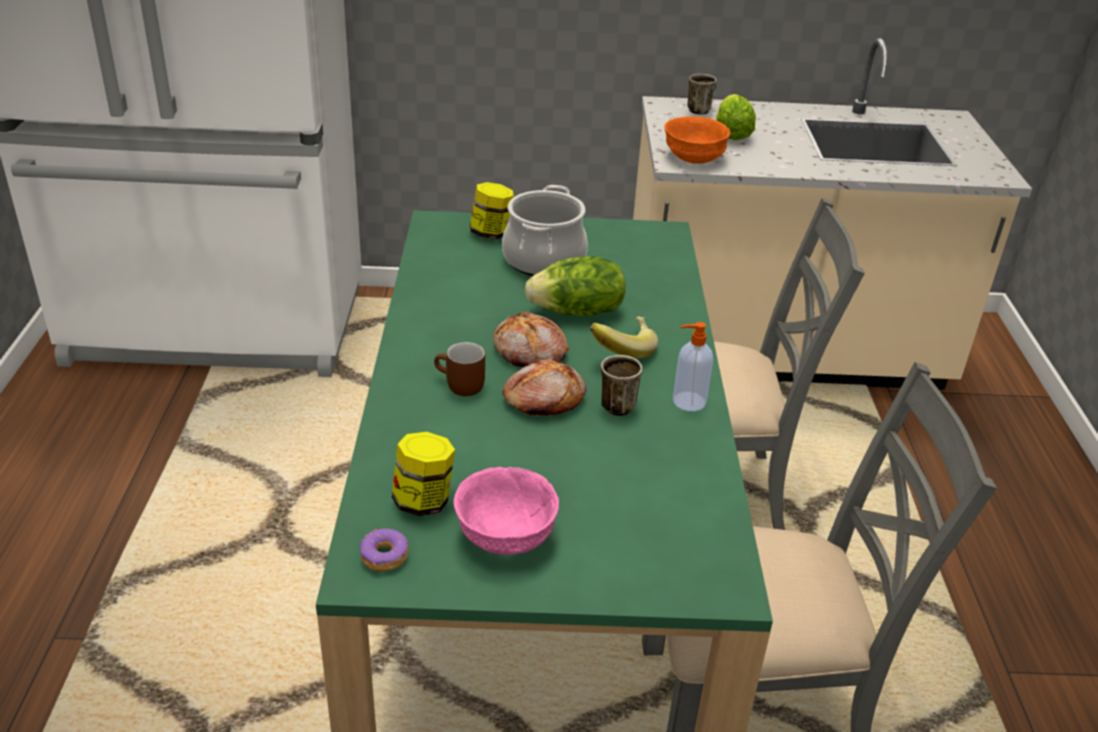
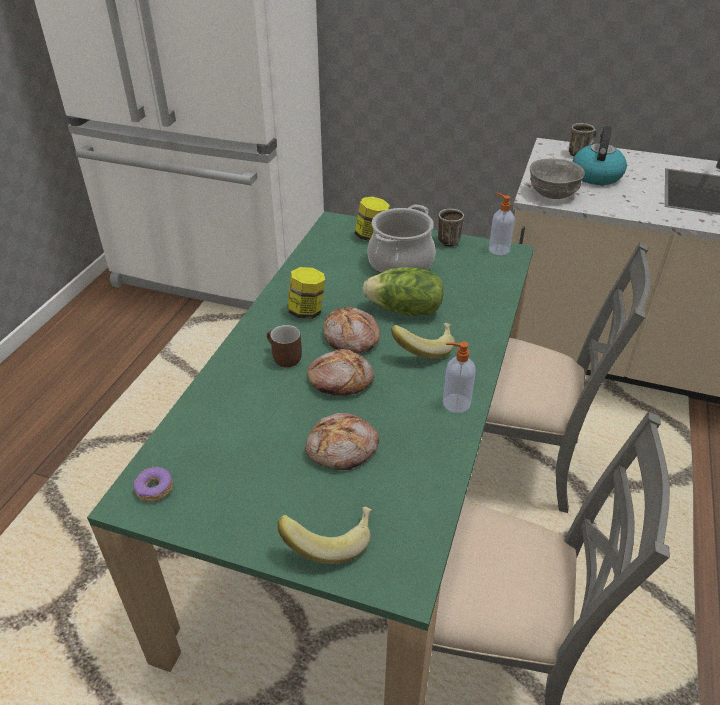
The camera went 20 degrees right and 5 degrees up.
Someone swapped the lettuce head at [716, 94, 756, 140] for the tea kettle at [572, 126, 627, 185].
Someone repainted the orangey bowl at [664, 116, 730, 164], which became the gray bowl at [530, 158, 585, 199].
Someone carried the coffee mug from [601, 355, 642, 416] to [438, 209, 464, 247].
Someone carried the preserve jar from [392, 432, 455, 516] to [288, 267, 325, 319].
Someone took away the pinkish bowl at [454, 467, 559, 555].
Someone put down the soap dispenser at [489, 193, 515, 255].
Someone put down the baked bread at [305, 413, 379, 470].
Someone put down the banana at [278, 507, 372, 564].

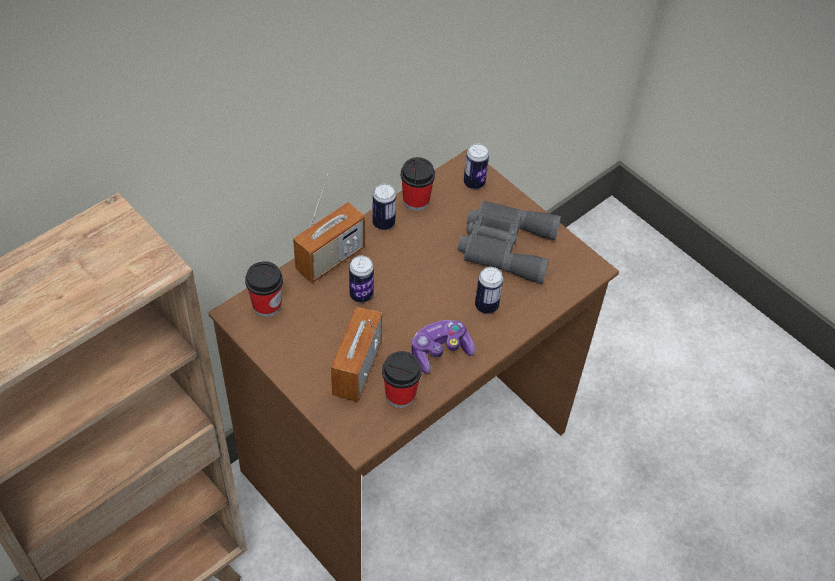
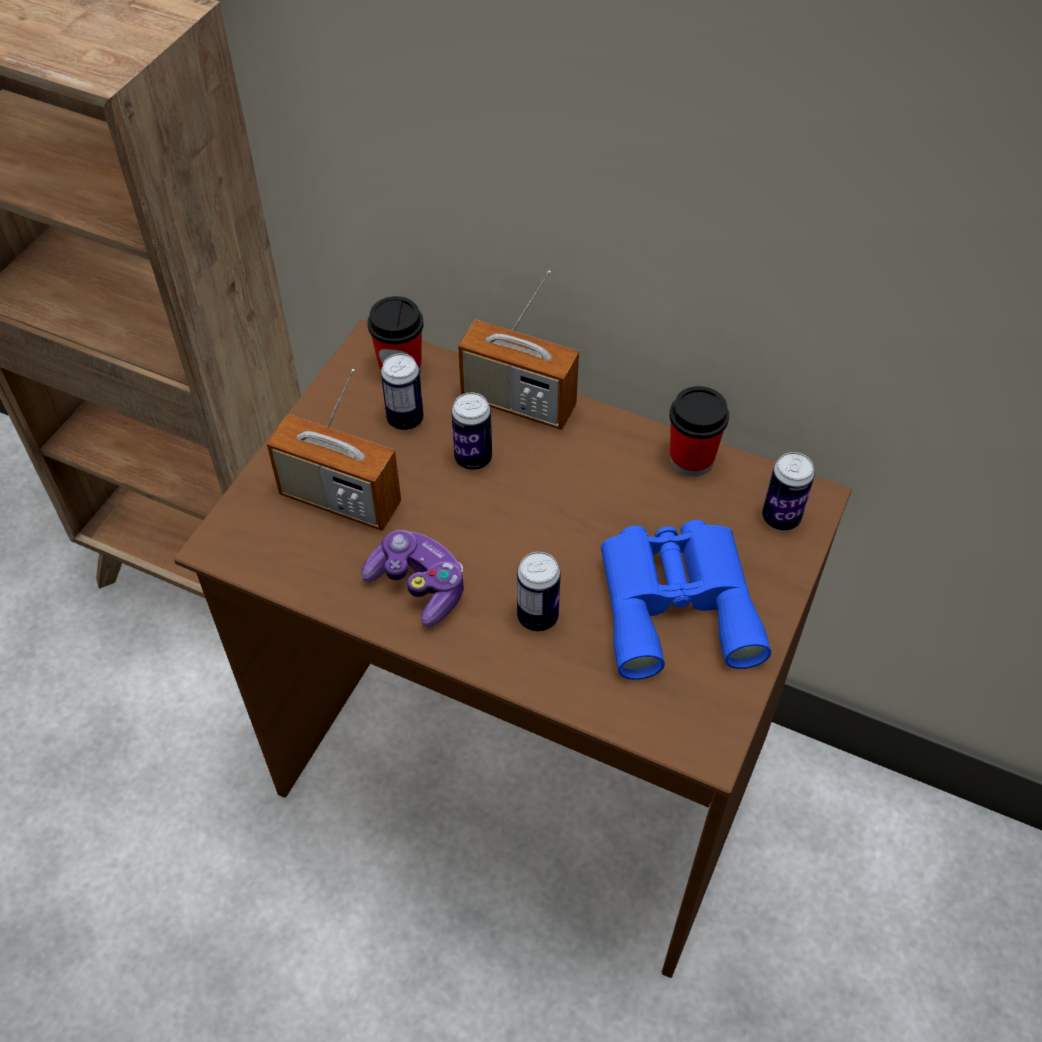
The camera went 70 degrees right and 0 degrees up.
Someone carried the can from [372, 184, 396, 230] to [381, 353, 424, 430].
Someone repainted the gray pair of binoculars at [458, 200, 561, 284], which became the blue pair of binoculars at [601, 520, 771, 680].
Someone rotated the radio at [331, 306, 382, 402] by 150 degrees counterclockwise.
Someone took away the cup at [382, 351, 422, 408].

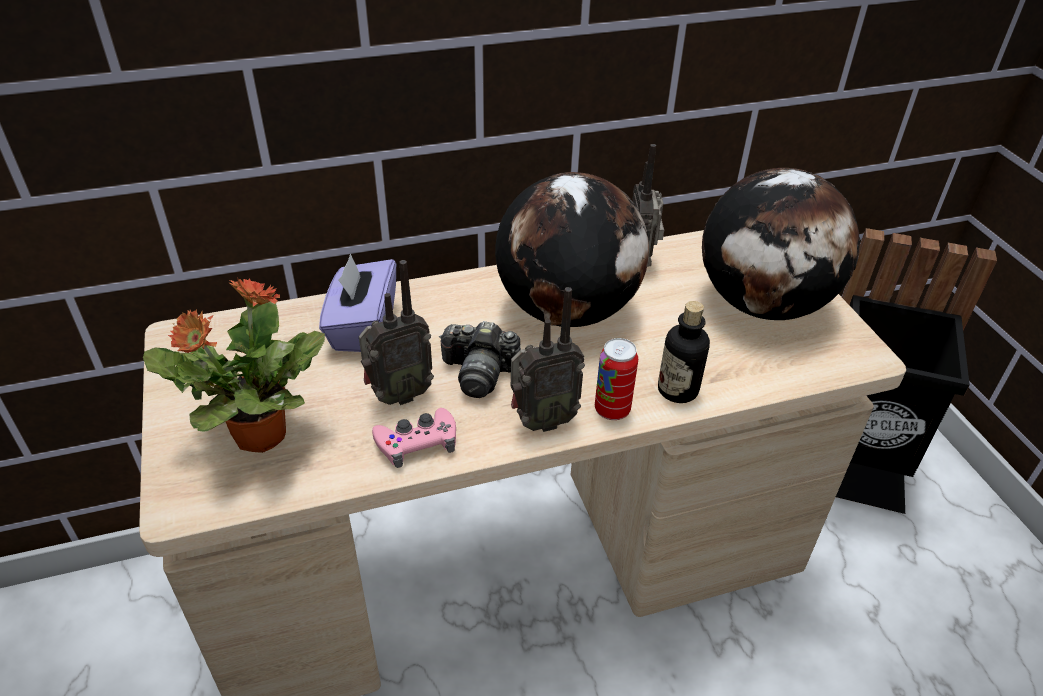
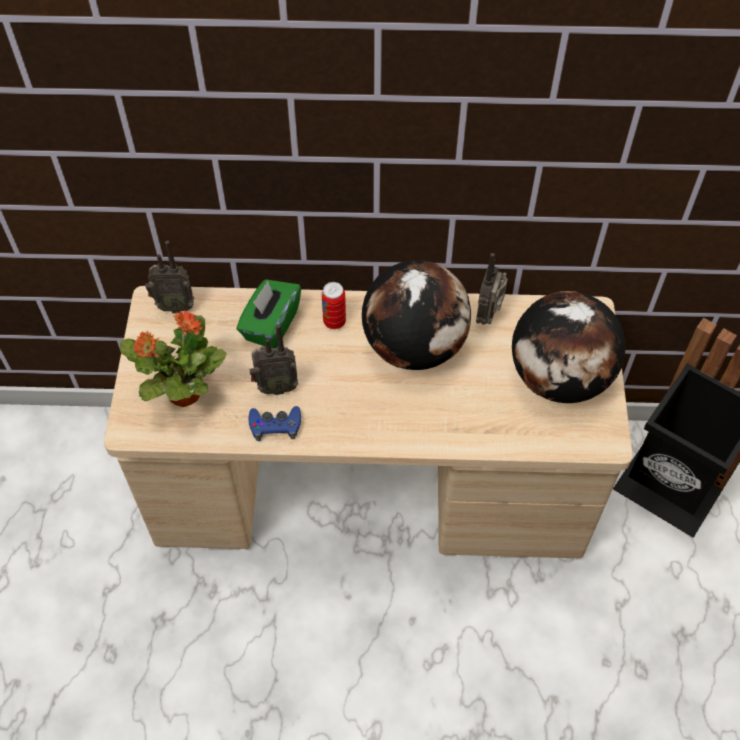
The camera went 20 degrees right and 15 degrees up.
Someone repainted the purple-coloured box of tissues at [319, 254, 396, 352], which became the greenish box of tissues at [236, 279, 301, 349].
Someone carried the radio from [511, 287, 585, 432] to [145, 240, 194, 313].
Someone took away the beverage bottle at [658, 301, 710, 403].
Someone took away the photo camera at [439, 321, 521, 398].
Someone carried the can from [595, 338, 638, 420] to [322, 282, 346, 329].
Someone repainted the pinkish gamepad at [372, 408, 456, 468], which became the blue gamepad at [248, 406, 301, 441].

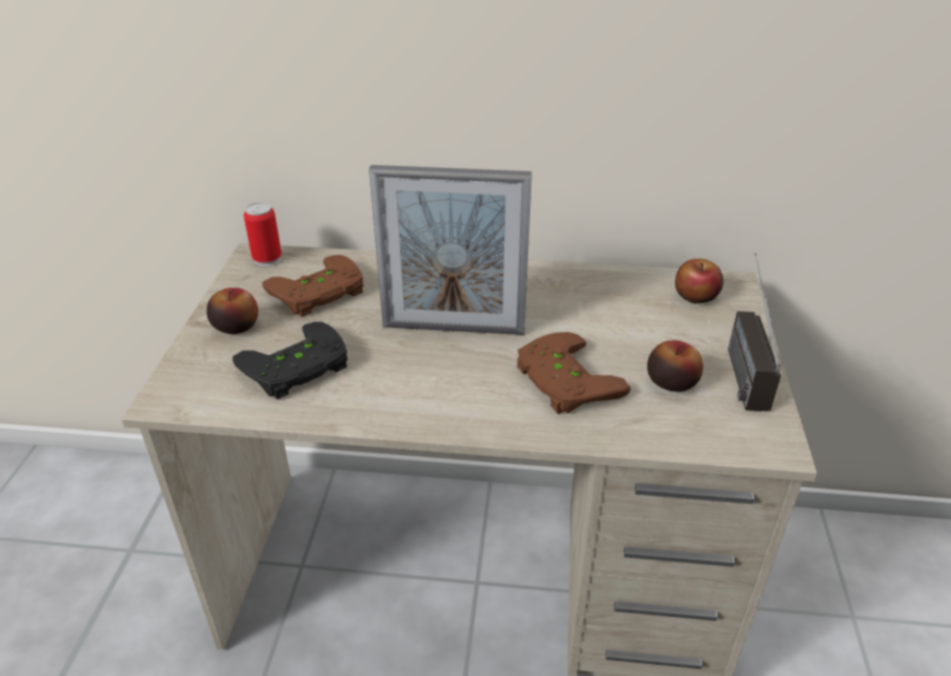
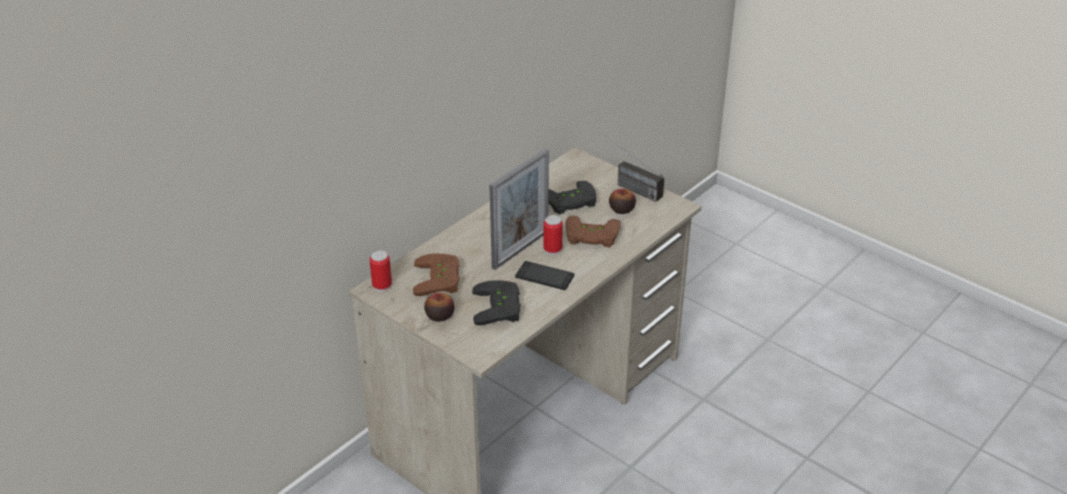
The camera went 55 degrees left and 0 degrees up.
Someone took away the apple at [675, 259, 724, 303].
Someone put down the black gamepad at [548, 181, 597, 215].
Someone put down the can at [543, 215, 563, 255].
Someone put down the telephone at [515, 261, 574, 290].

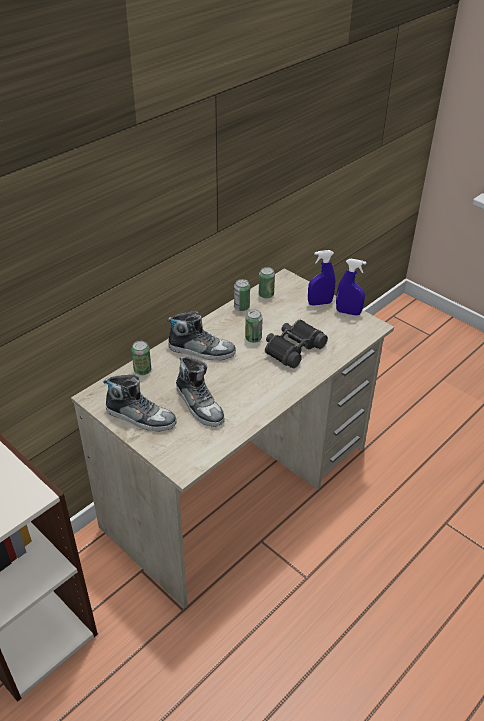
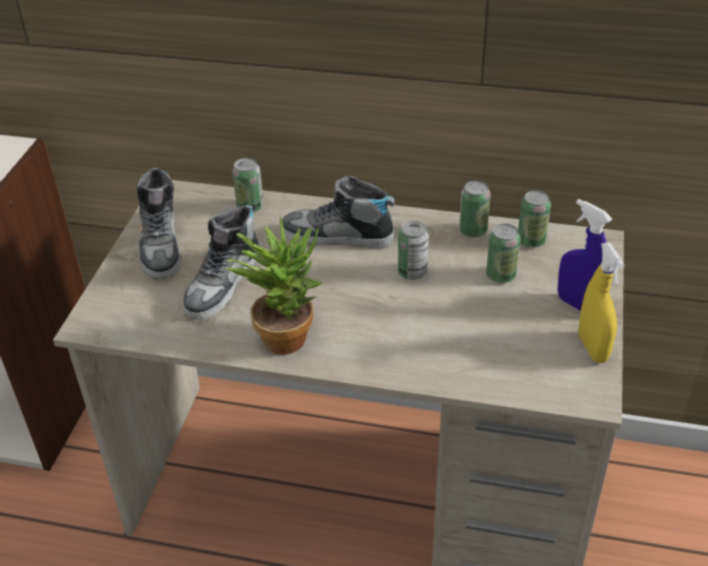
The camera went 60 degrees right and 0 degrees up.
Someone repainted the blue sprayer at [336, 259, 366, 316], which became the yellow-coloured sprayer at [578, 243, 625, 363].
Someone rotated the low shoe at [167, 311, 236, 360] by 120 degrees clockwise.
Someone took away the black pair of binoculars at [265, 320, 328, 368].
Someone put down the houseplant at [226, 217, 323, 355].
Someone put down the can at [486, 224, 521, 283].

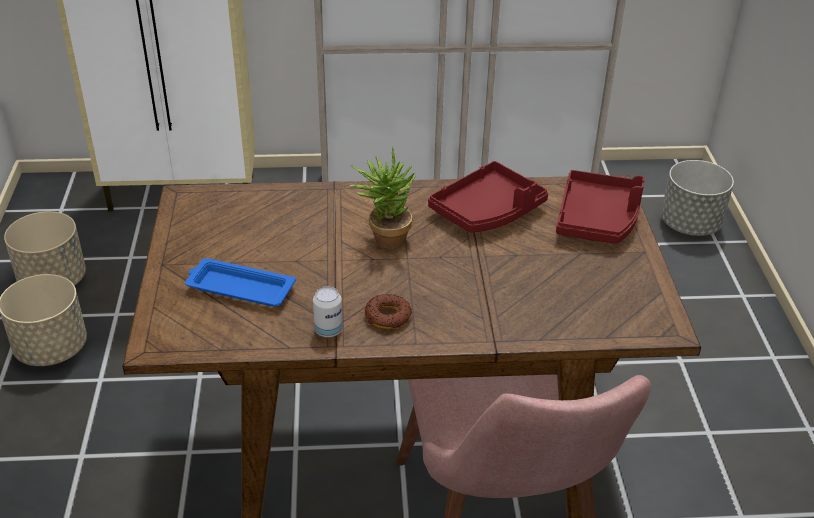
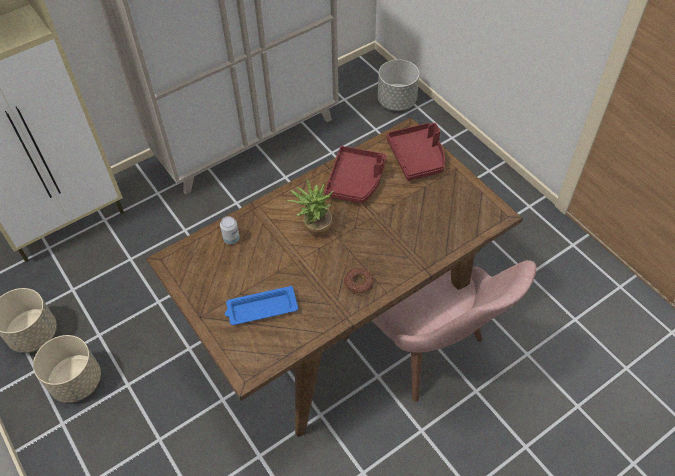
The camera went 30 degrees left and 15 degrees up.
Someone carried the can from [313, 286, 343, 337] to [220, 216, 240, 244].

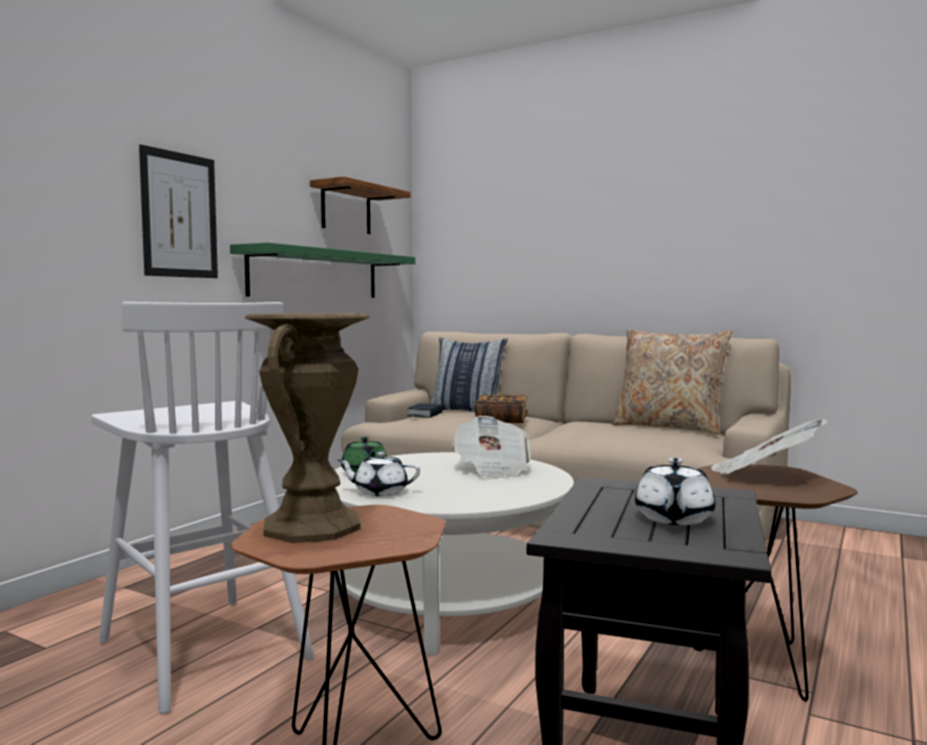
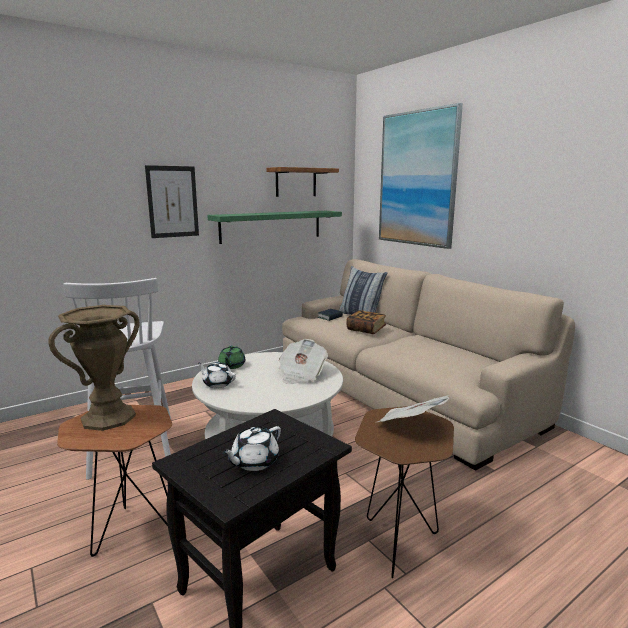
The camera went 25 degrees right and 10 degrees up.
Someone took away the sand-coloured throw pillow at [612, 329, 732, 435].
Someone put up the wall art at [379, 103, 463, 249].

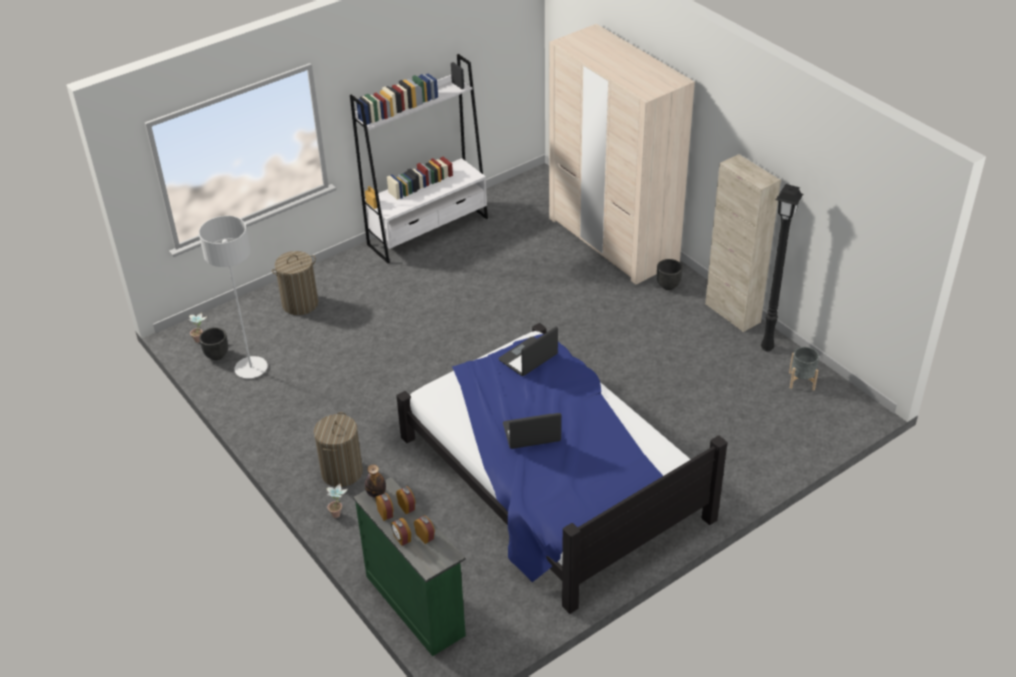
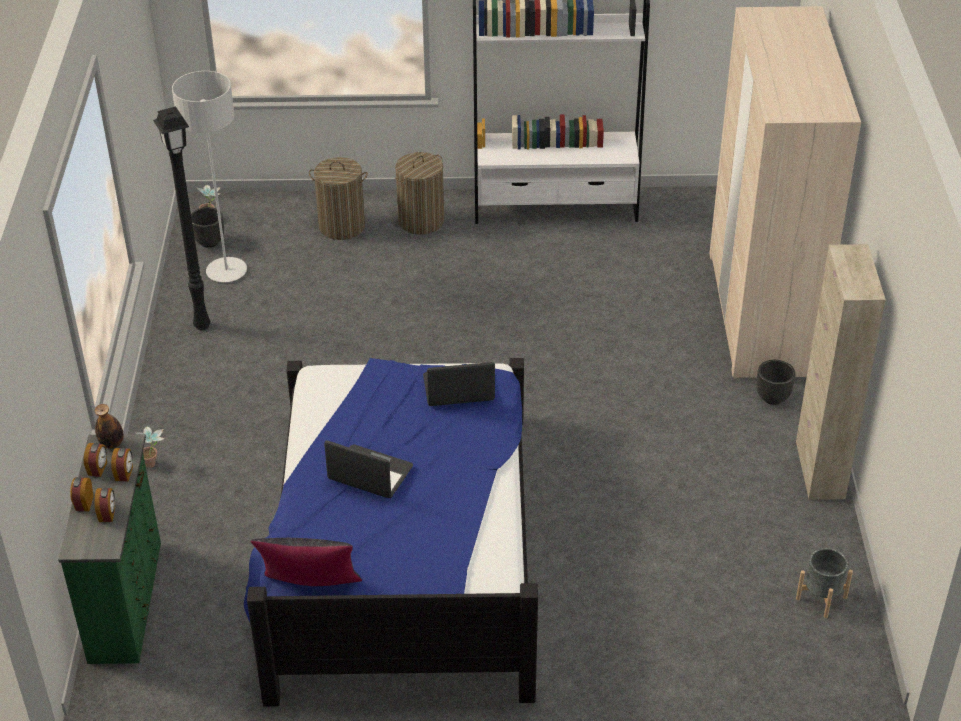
The camera went 35 degrees right and 0 degrees up.
Someone carried the black standing lamp from [761, 184, 803, 351] to [153, 106, 211, 330].
Someone carried the hamper from [314, 412, 363, 487] to [395, 152, 444, 234].
Someone put down the black throw pillow at [251, 538, 362, 586].

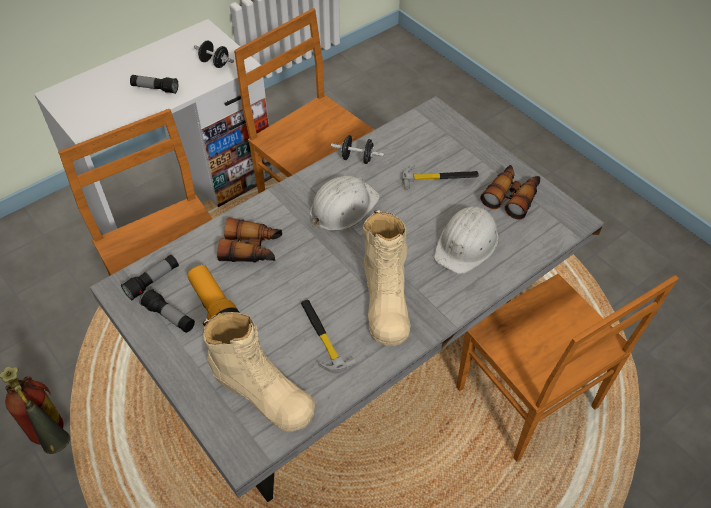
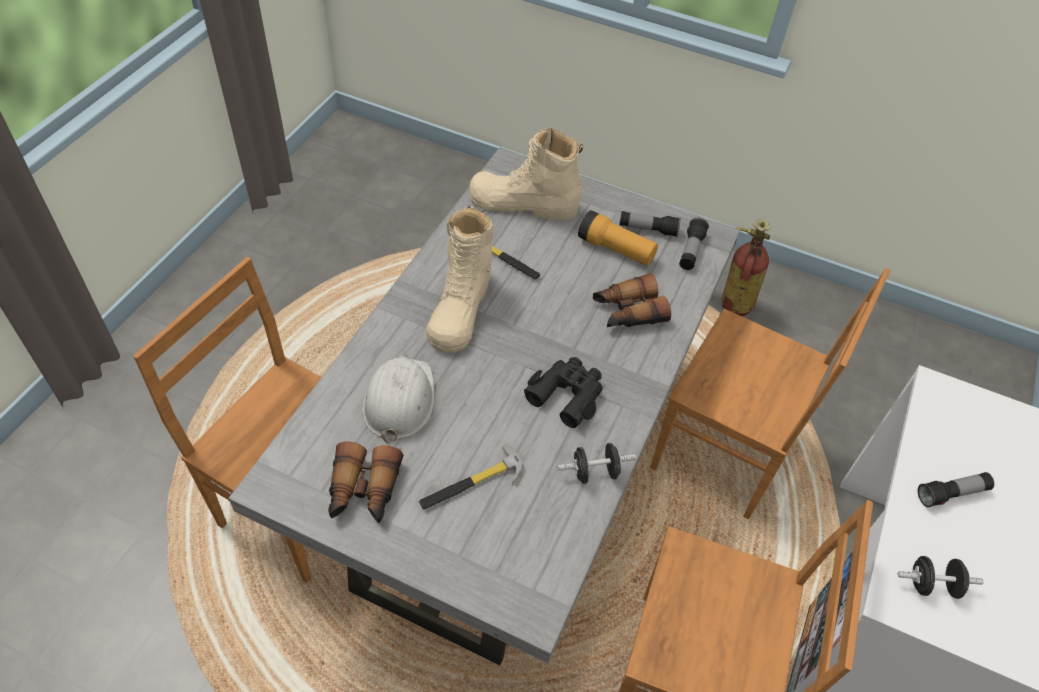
The camera went 150 degrees right and 0 degrees up.
Someone swapped the white hard hat at [310, 176, 380, 231] for the black pair of binoculars at [524, 357, 603, 428].
Someone rotated the sand-coloured boot at [362, 210, 411, 346] by 135 degrees counterclockwise.

